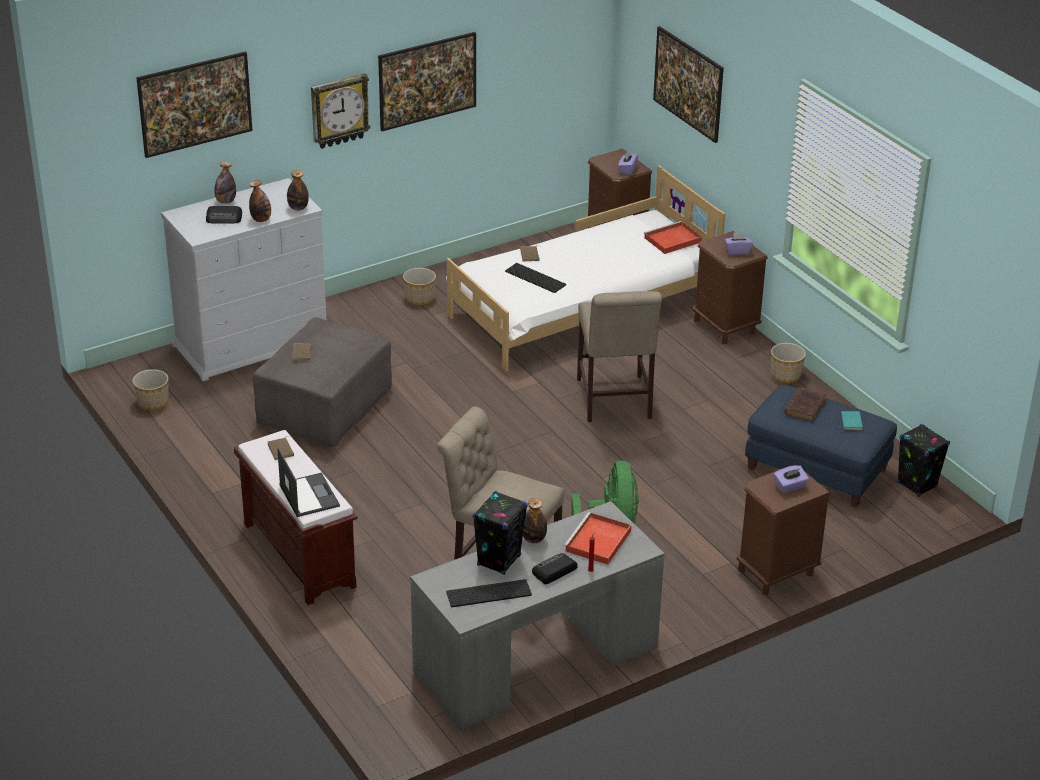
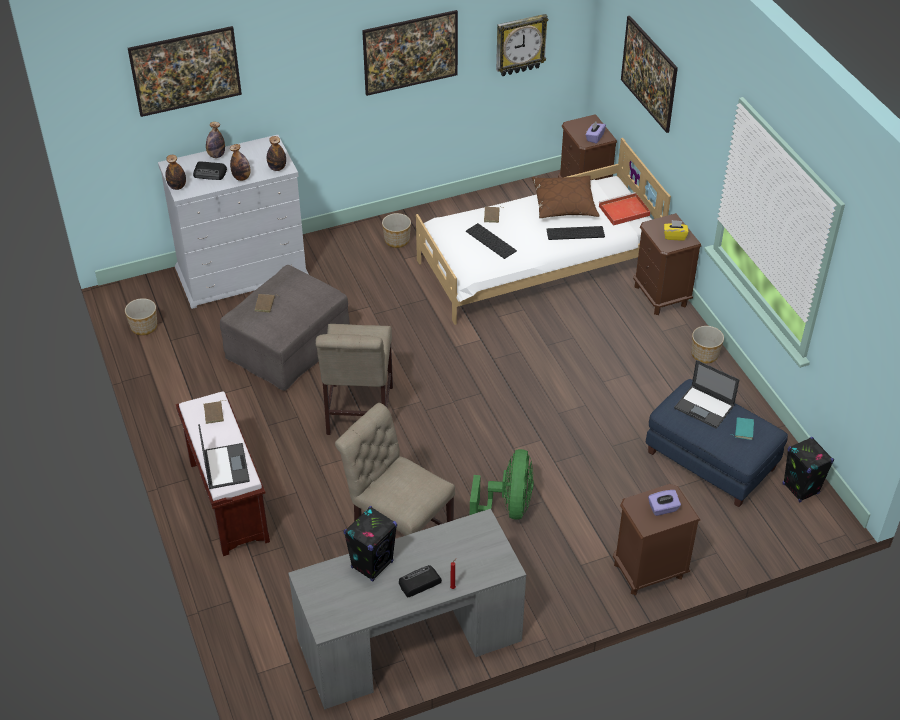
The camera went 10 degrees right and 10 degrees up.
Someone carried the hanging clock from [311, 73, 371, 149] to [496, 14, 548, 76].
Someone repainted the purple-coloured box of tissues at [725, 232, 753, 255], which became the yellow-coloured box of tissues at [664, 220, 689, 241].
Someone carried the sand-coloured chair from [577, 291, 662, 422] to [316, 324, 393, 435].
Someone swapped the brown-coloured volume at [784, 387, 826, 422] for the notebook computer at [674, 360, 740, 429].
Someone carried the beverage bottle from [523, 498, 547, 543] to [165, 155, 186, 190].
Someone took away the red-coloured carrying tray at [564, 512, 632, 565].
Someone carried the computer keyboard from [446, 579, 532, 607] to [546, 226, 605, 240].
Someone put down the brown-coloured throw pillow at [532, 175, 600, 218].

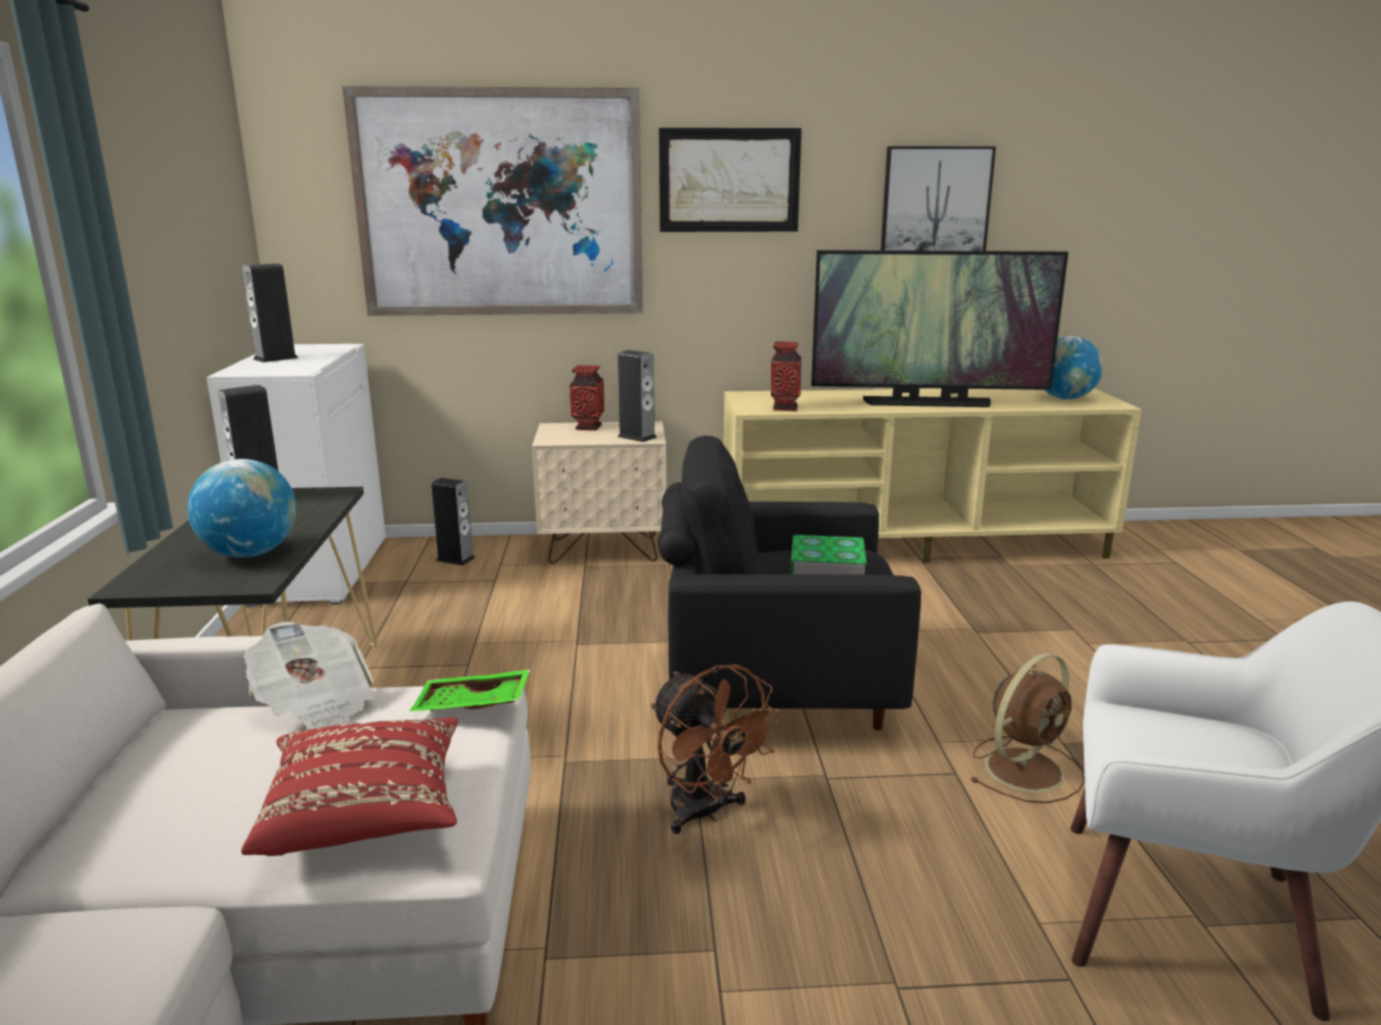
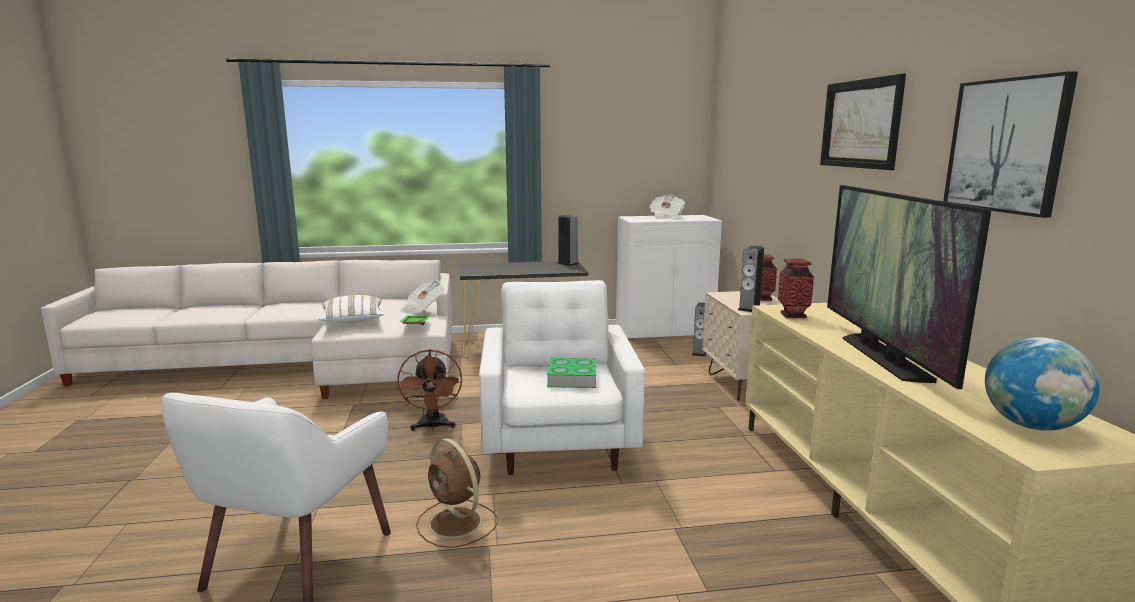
The camera went 85 degrees right and 5 degrees down.
Someone took away the wall art at [342, 86, 643, 316].
Someone swapped the audio speaker at [242, 263, 298, 362] for the printed paper at [649, 194, 685, 219].
Someone repainted the black easy chair at [658, 435, 921, 730], which became the white easy chair at [479, 280, 645, 475].
Someone took away the globe at [187, 459, 296, 558].
Someone rotated the brown-coloured electric fan at [651, 664, 782, 834] by 60 degrees counterclockwise.
Someone repainted the red-coloured throw pillow at [241, 717, 458, 856], which became the white throw pillow at [319, 295, 384, 324].

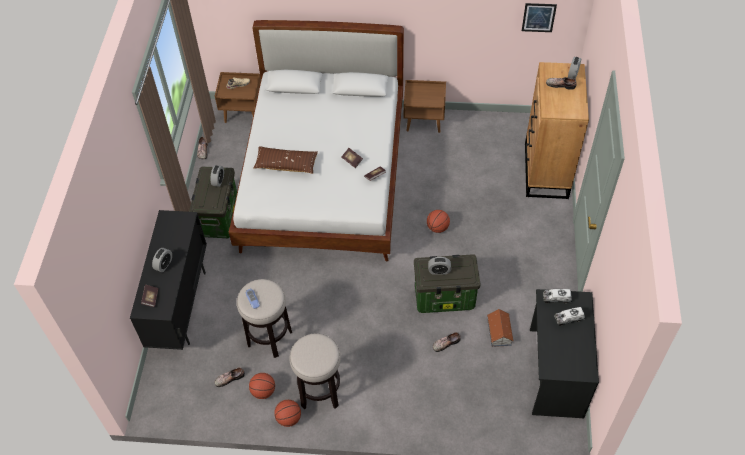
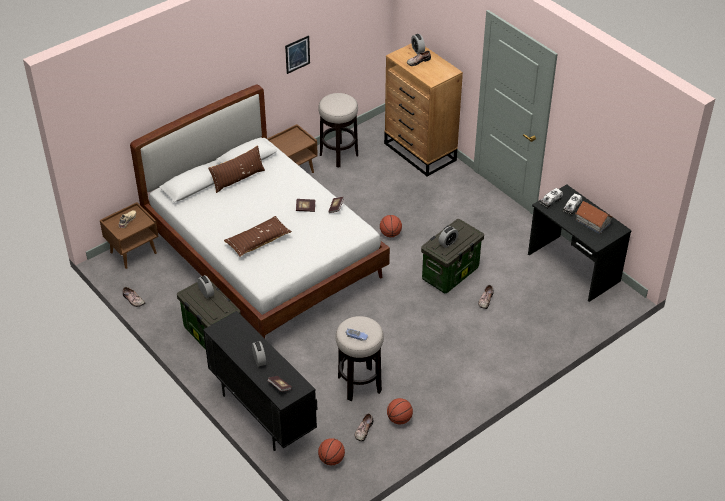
The camera went 45 degrees left and 10 degrees down.
Someone carried the wall art from [522, 3, 557, 32] to [285, 35, 310, 74].
Someone carried the toy house from [487, 309, 514, 347] to [576, 201, 613, 234].
Someone carried the stool from [289, 333, 341, 409] to [318, 93, 358, 168].
Someone carried the basketball ball from [274, 400, 301, 427] to [318, 438, 345, 465].
Someone put down the brown-coloured throw pillow at [208, 145, 265, 193].

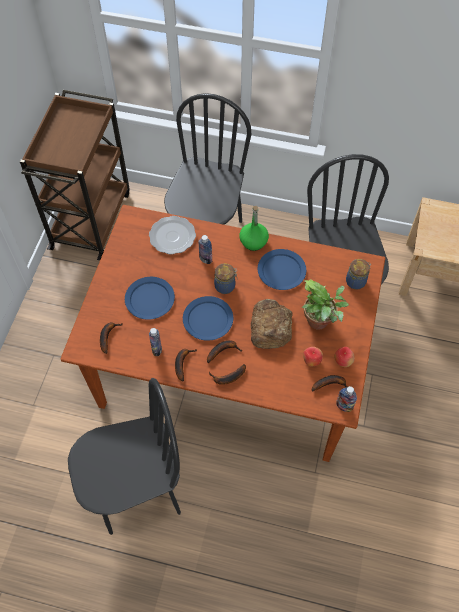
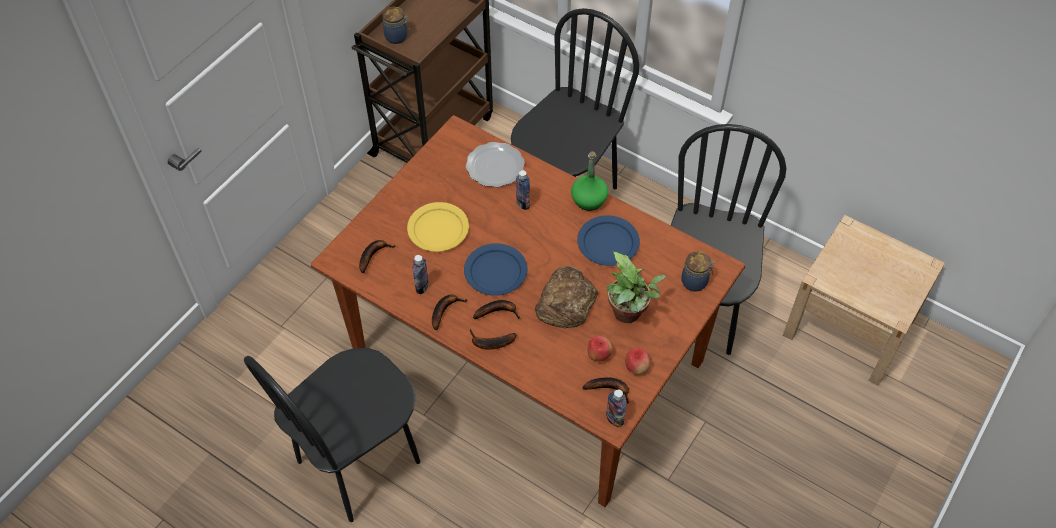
The camera went 20 degrees right and 5 degrees down.
Someone carried the preserve jar from [214, 263, 238, 294] to [382, 7, 410, 44].
Someone repainted the blue flat dish at [125, 277, 175, 320], which became the yellow-coloured flat dish at [407, 202, 469, 252].
Someone rotated the black chair at [68, 378, 181, 535] by 135 degrees clockwise.

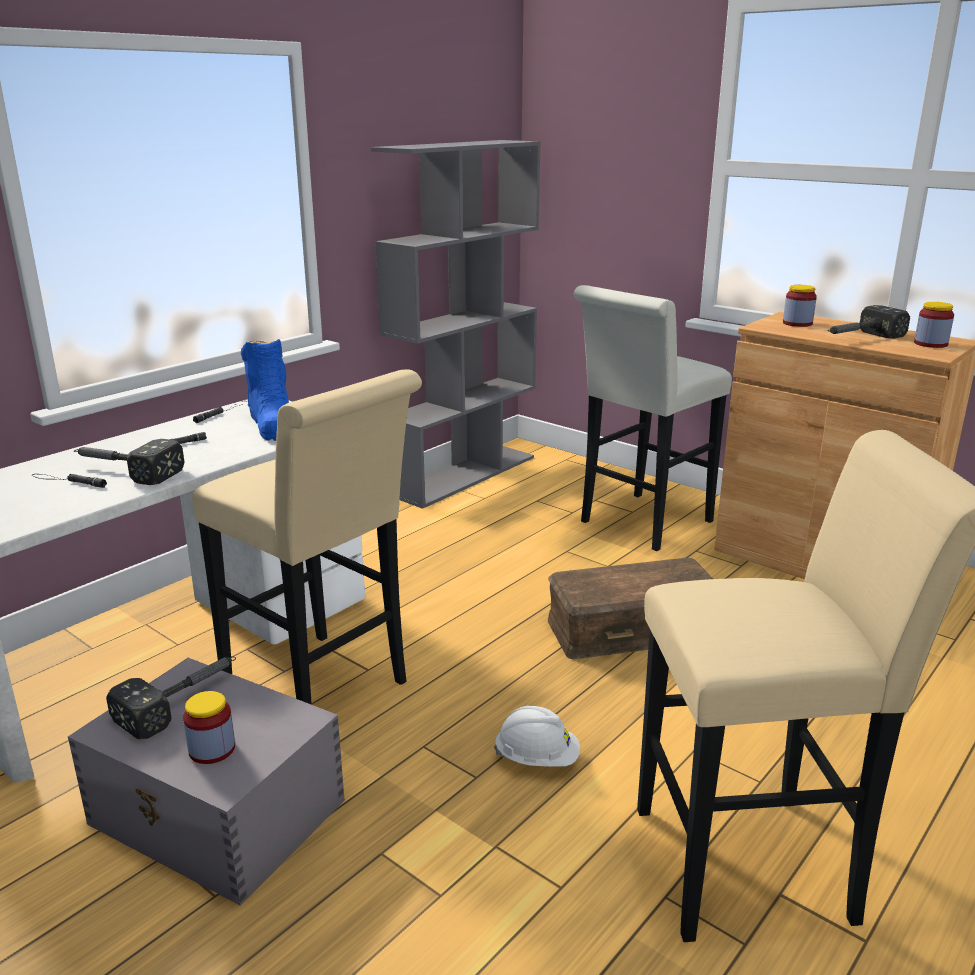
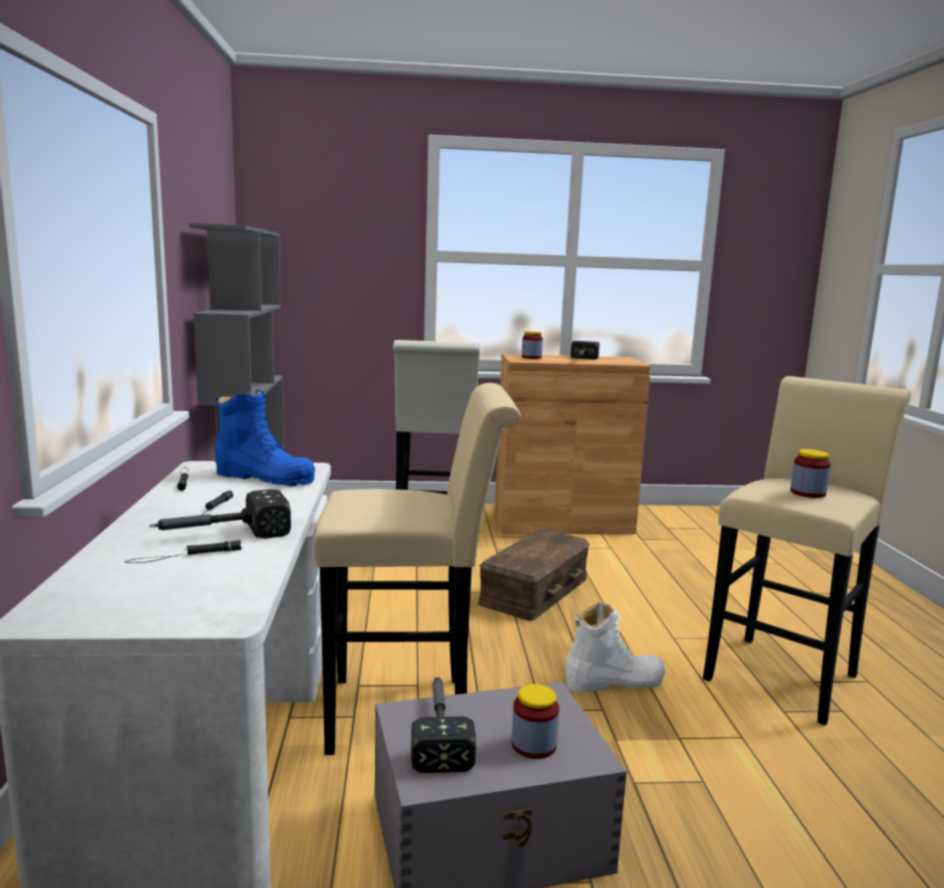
The camera went 45 degrees left and 10 degrees down.
Someone carried the preserve jar from [914, 302, 954, 348] to [790, 449, 831, 498].
Someone swapped the white hard hat at [494, 706, 580, 767] for the white boot at [566, 603, 665, 692].

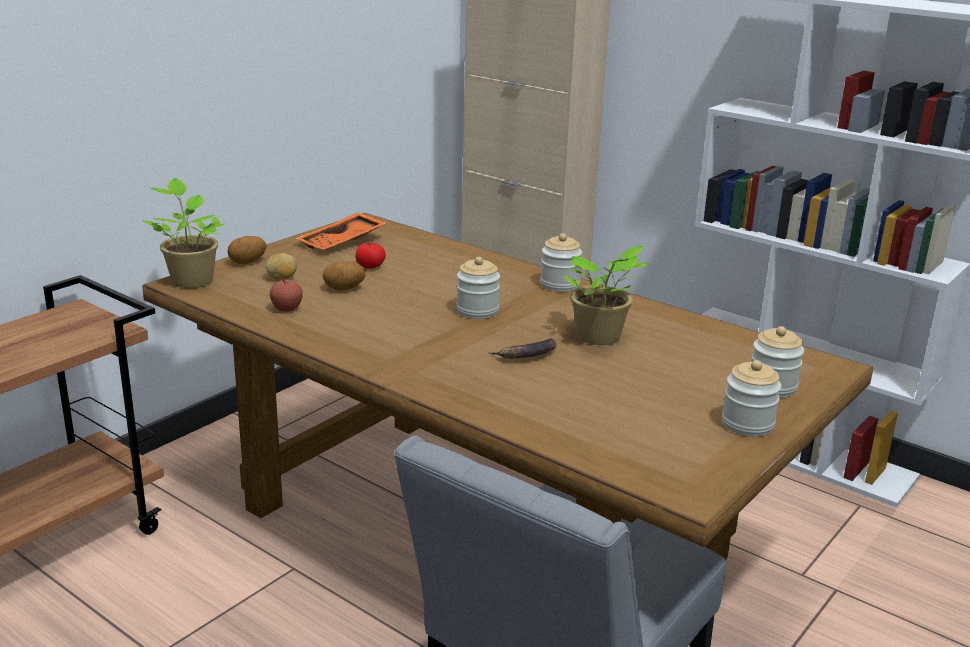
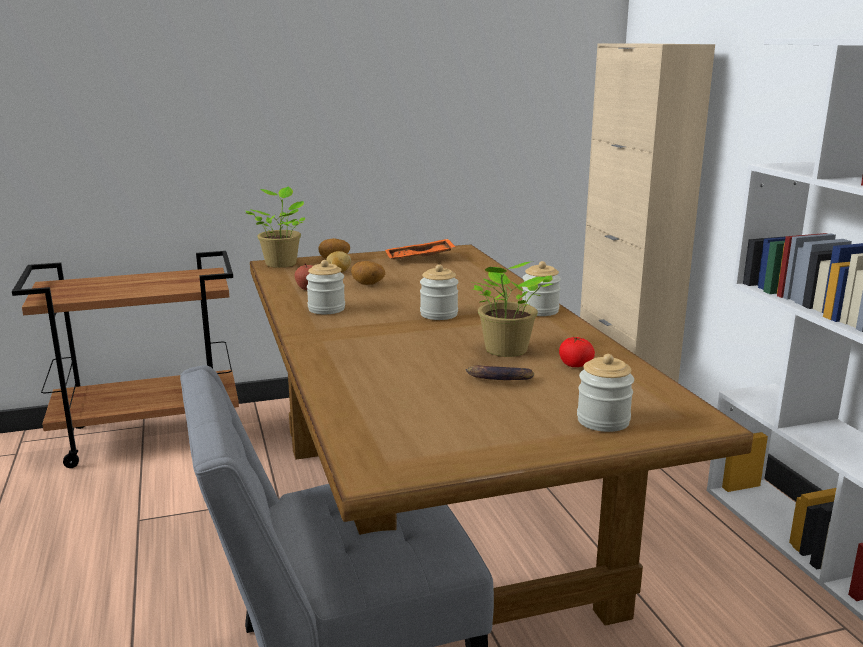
The camera went 35 degrees right and 5 degrees down.
Someone carried the fresh tomato from [355, 242, 386, 269] to [559, 336, 595, 367].
Someone carried the banana from [488, 339, 557, 358] to [466, 365, 534, 380].
Someone carried the preserve jar from [722, 360, 781, 437] to [306, 260, 345, 314].

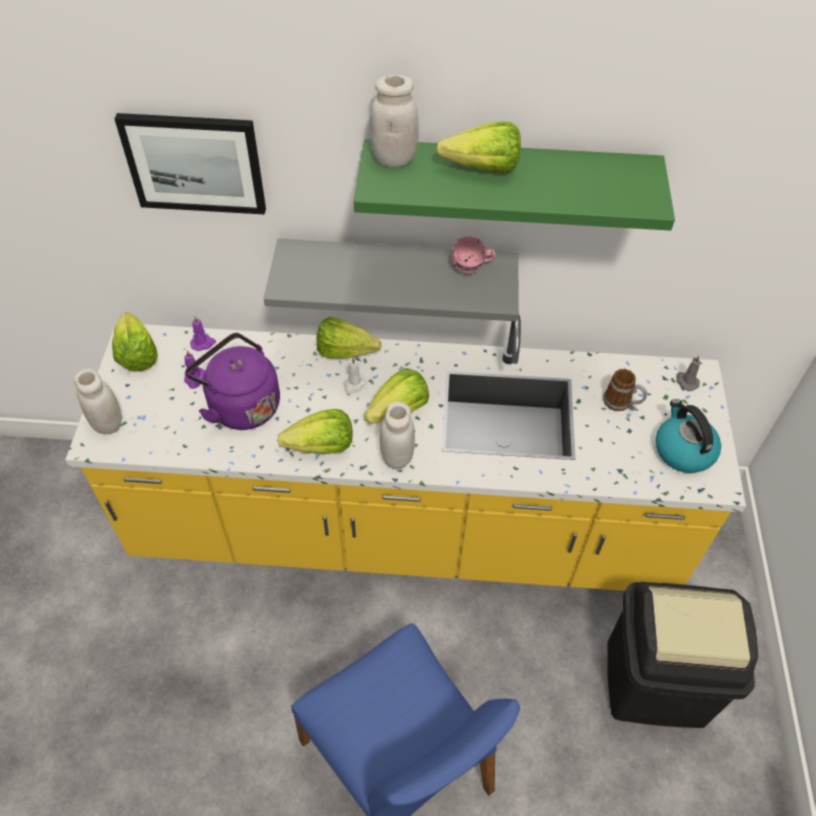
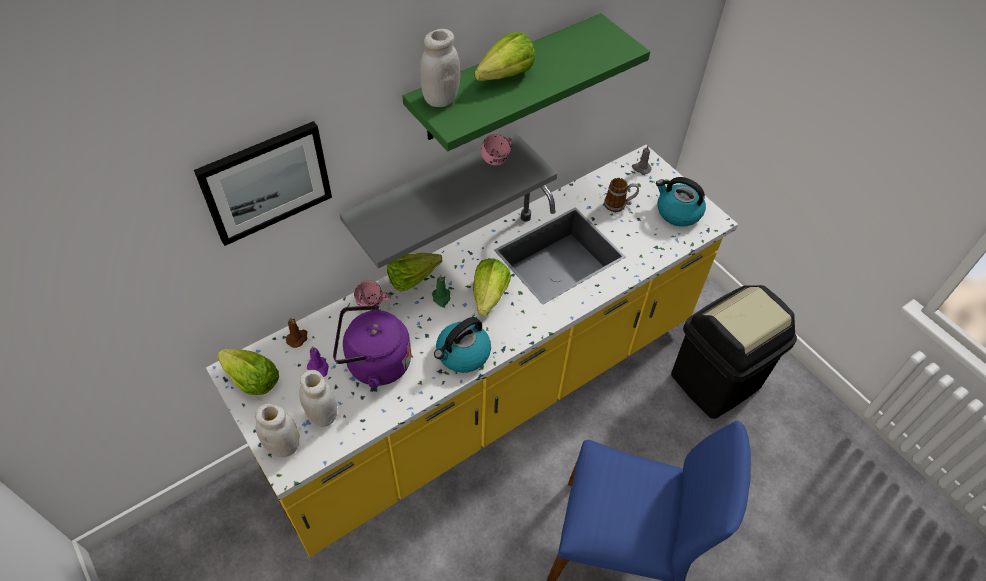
The camera went 40 degrees left and 0 degrees up.
Someone repainted the purple-coloured wax candle at [190, 316, 216, 351], which became the brown-coloured wax candle at [286, 317, 307, 348].
Someone repainted the white wax candle at [343, 357, 367, 394], which became the greenish wax candle at [432, 274, 450, 307].
Someone carried the white preserve jar from [380, 402, 415, 469] to [299, 370, 338, 427].
Someone swapped the lettuce head at [277, 409, 353, 454] for the tea kettle at [434, 317, 491, 373].
Someone put down the pinkish coffee mug at [354, 280, 391, 306].

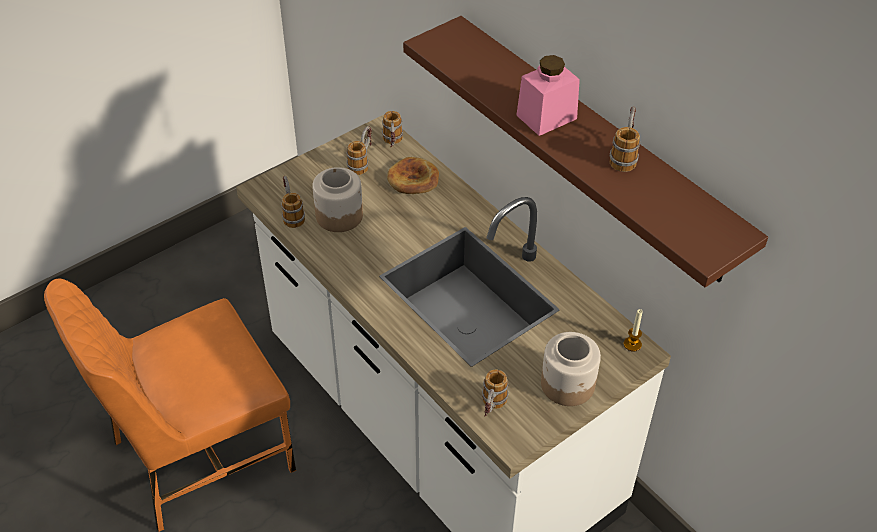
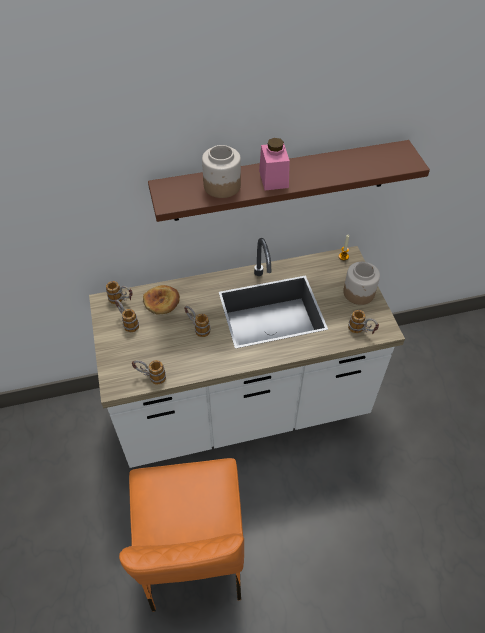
The camera went 65 degrees left and 5 degrees up.
Someone carried the coffee mug from [609, 107, 640, 172] to [184, 306, 211, 337].
Someone carried the preserve jar from [312, 167, 363, 232] to [202, 145, 241, 198].

